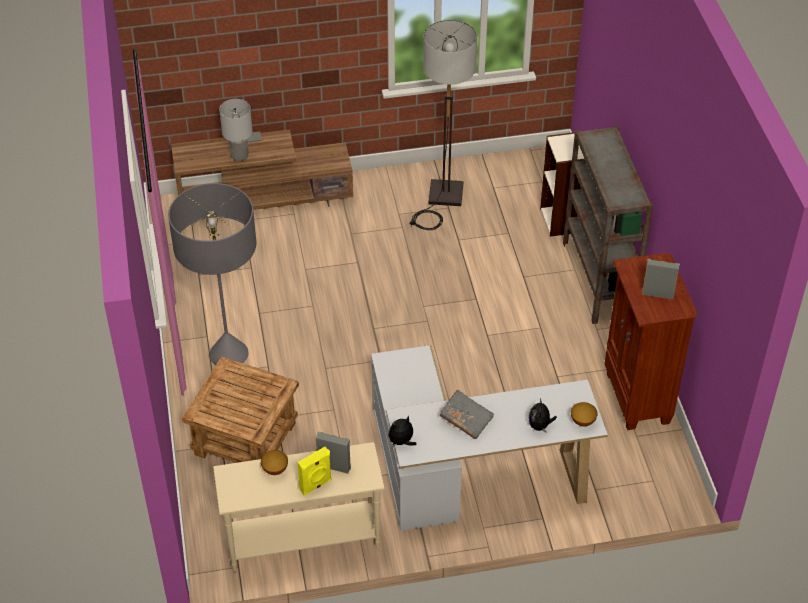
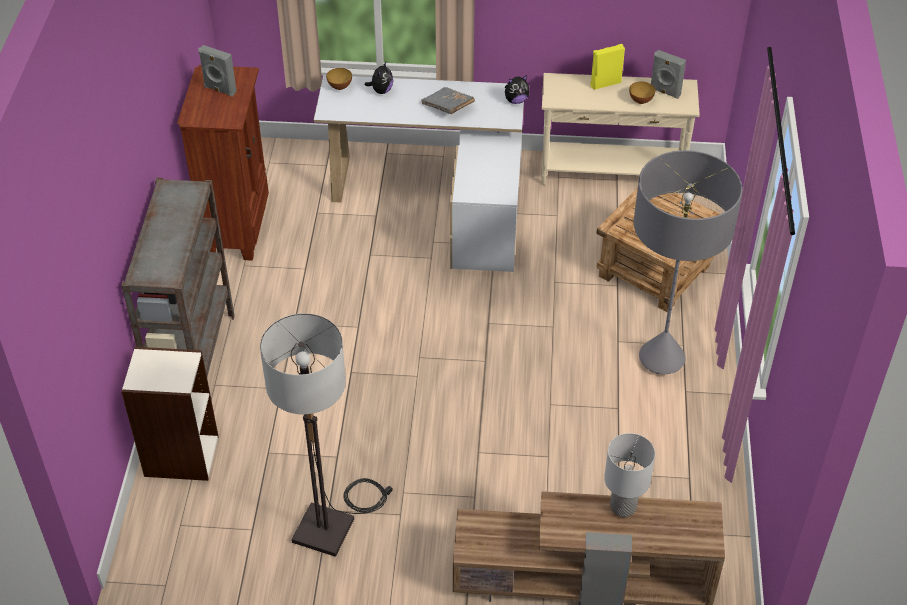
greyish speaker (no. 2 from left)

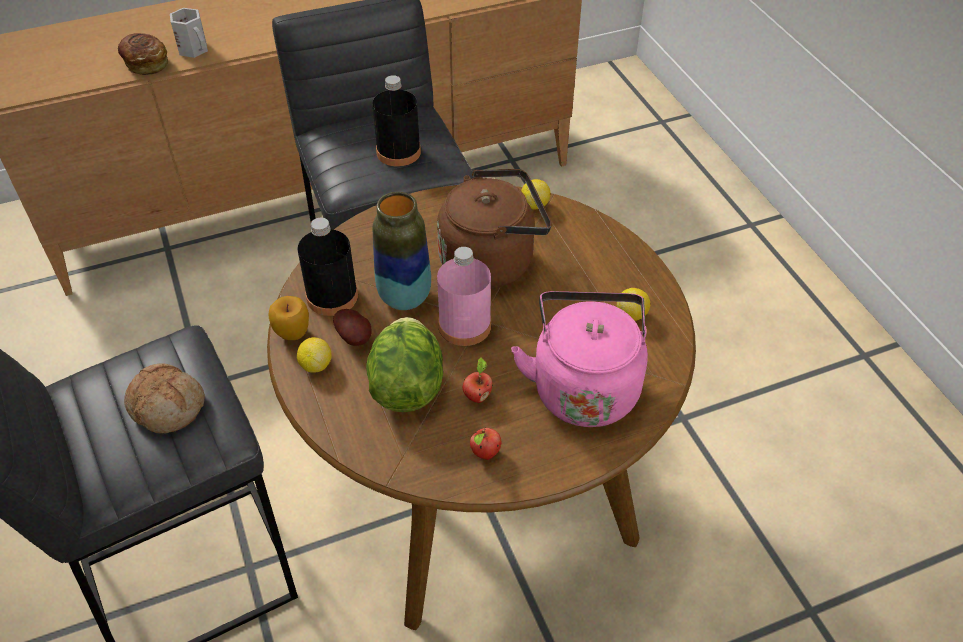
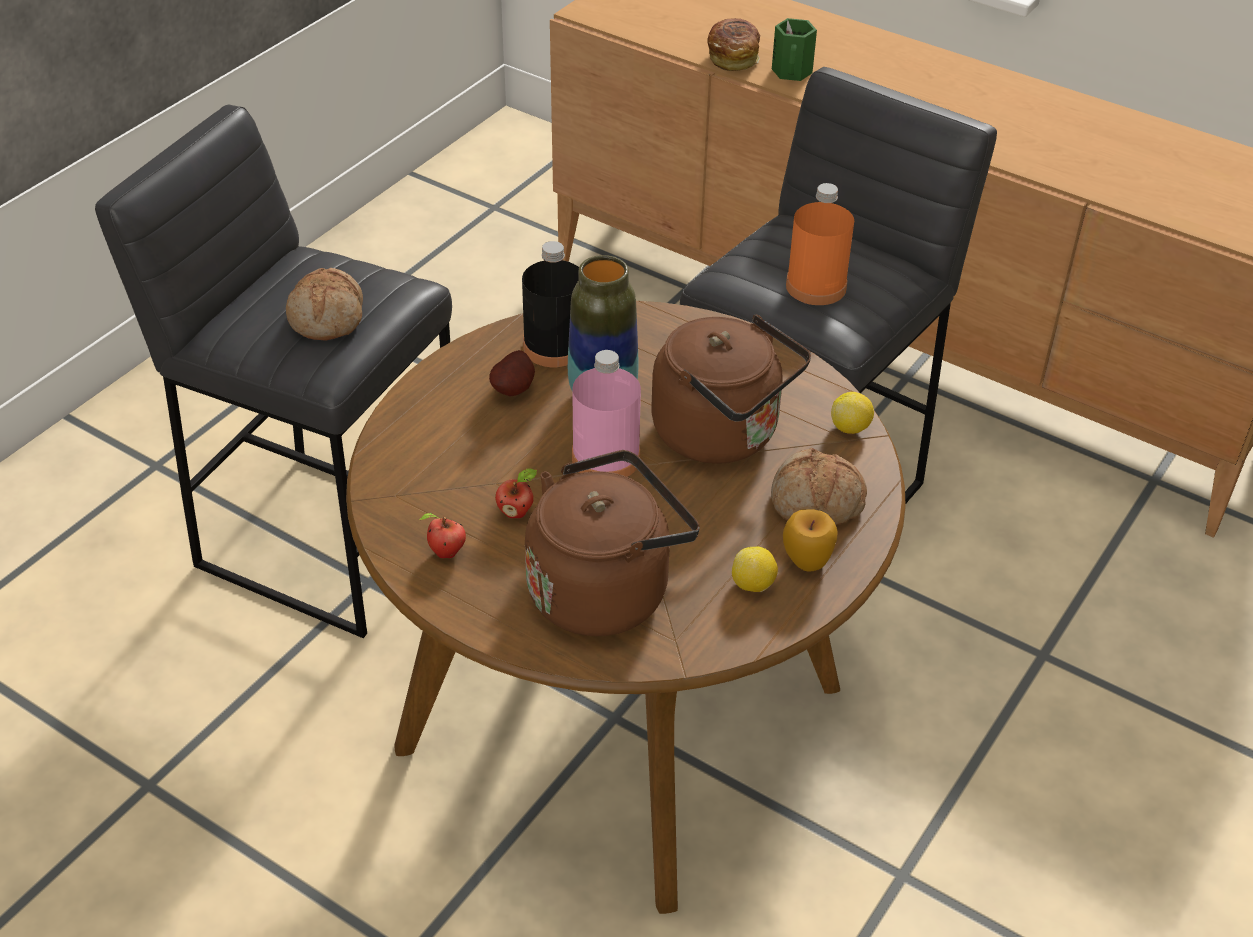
brown water kettle (no. 1 from left)
baked bread (no. 3 from left)
green-coloured coffee mug
whole apple (no. 3 from left)
orange-coloured beverage bottle
whole lemon (no. 1 from left in the first image)
lettuce

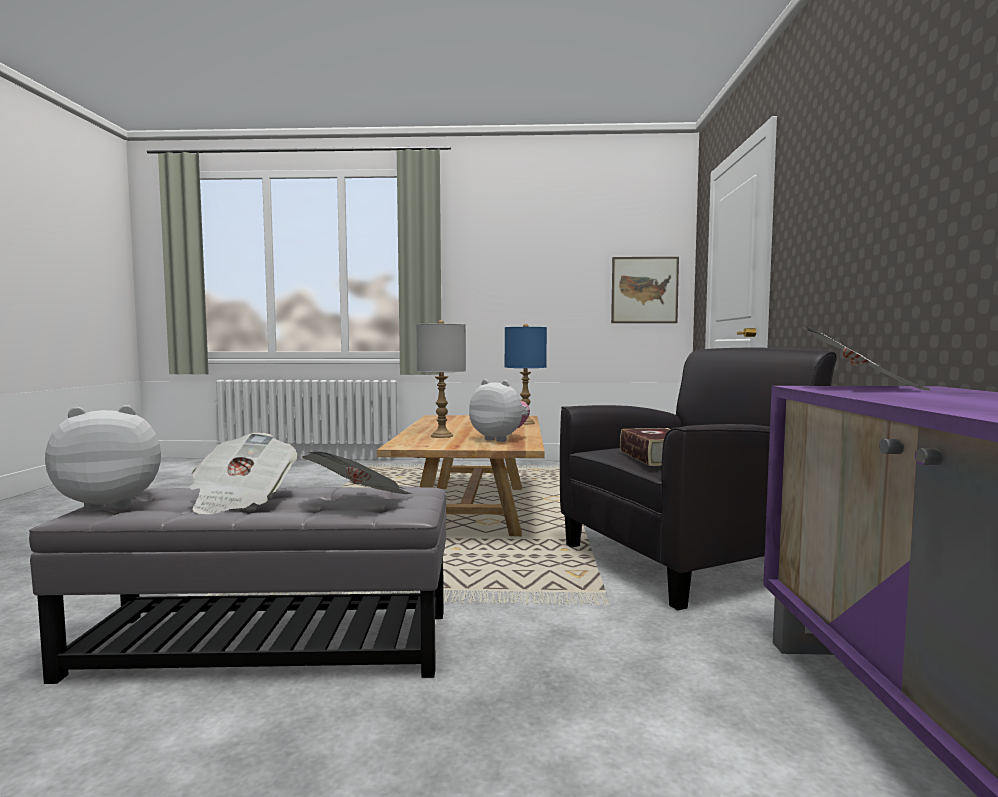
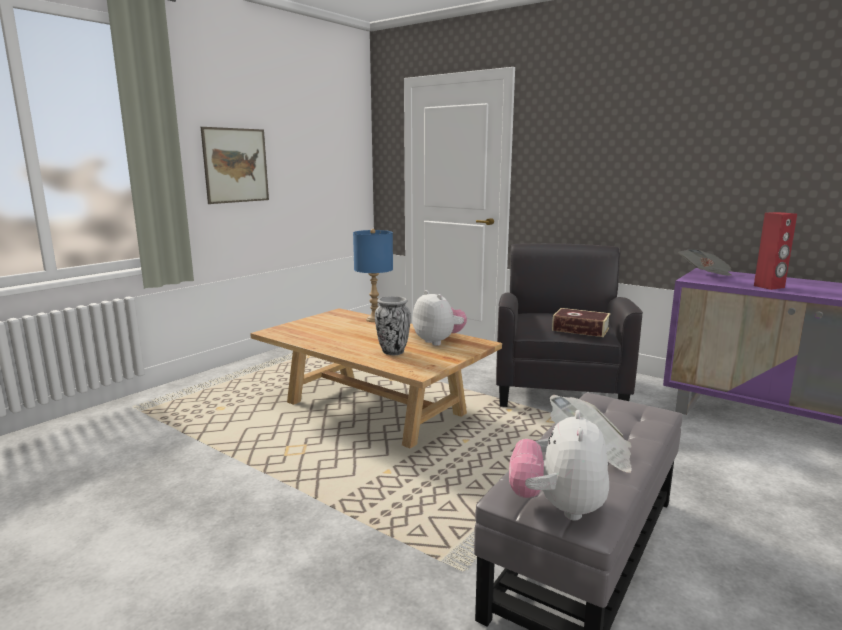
picture
decorative vase
cuddly toy (no. 1 from left)
reddish speaker
printed paper (no. 2 from left in the first image)

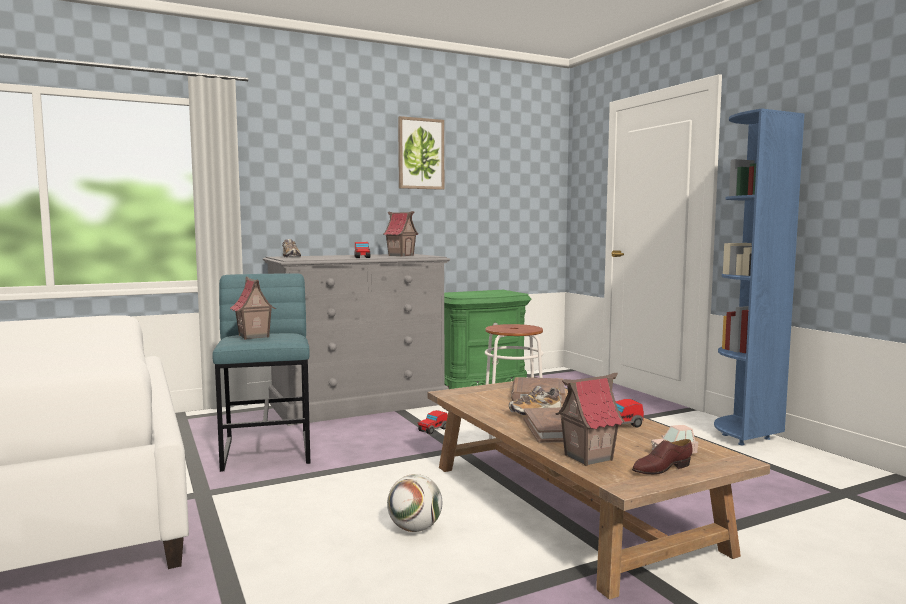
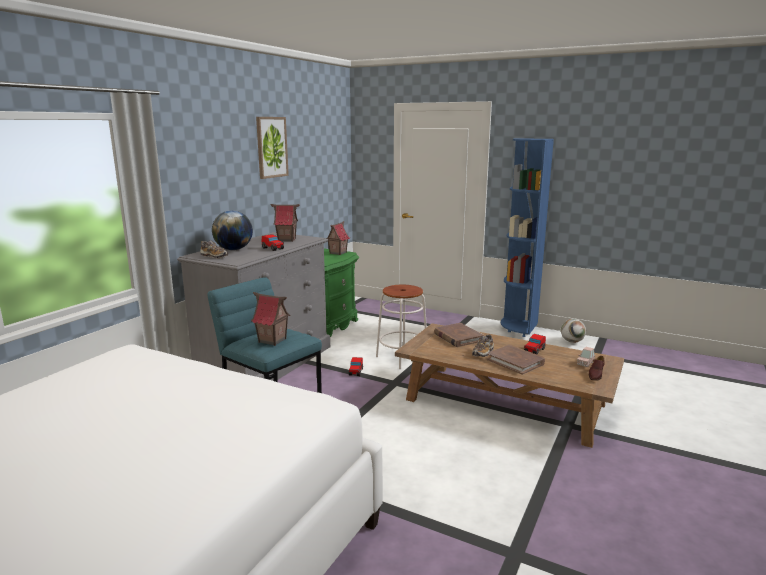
world globe
model house (no. 3 from left)
ball for football

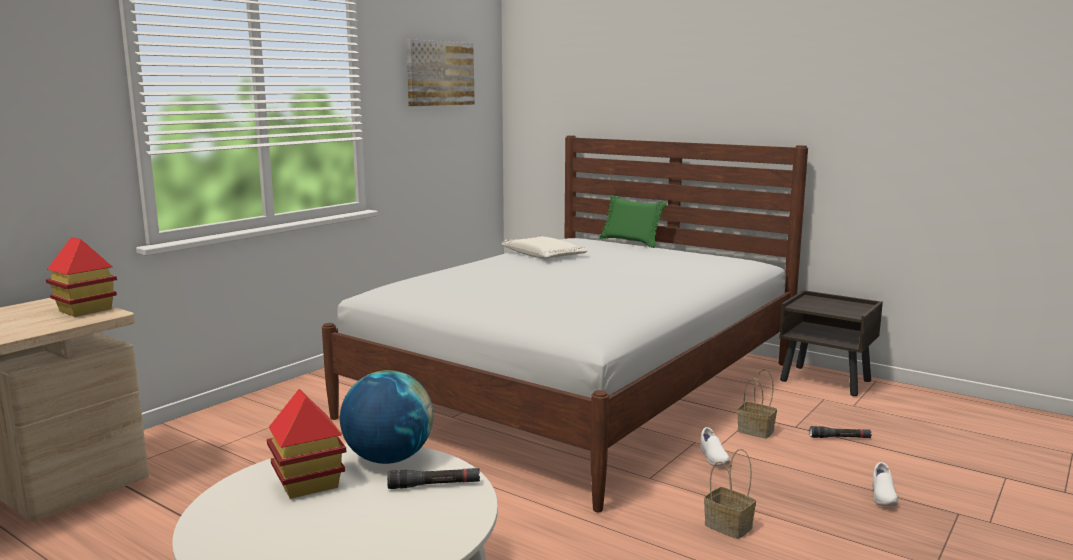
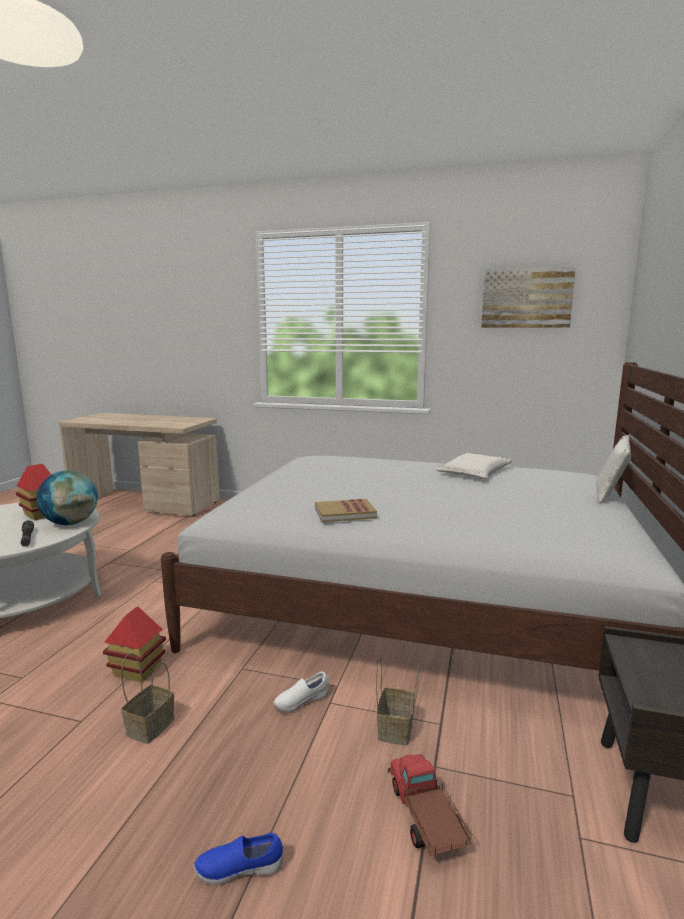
model house (no. 2 from left)
blue-coloured low shoe
bound book
model truck
white cushion (no. 2 from left)

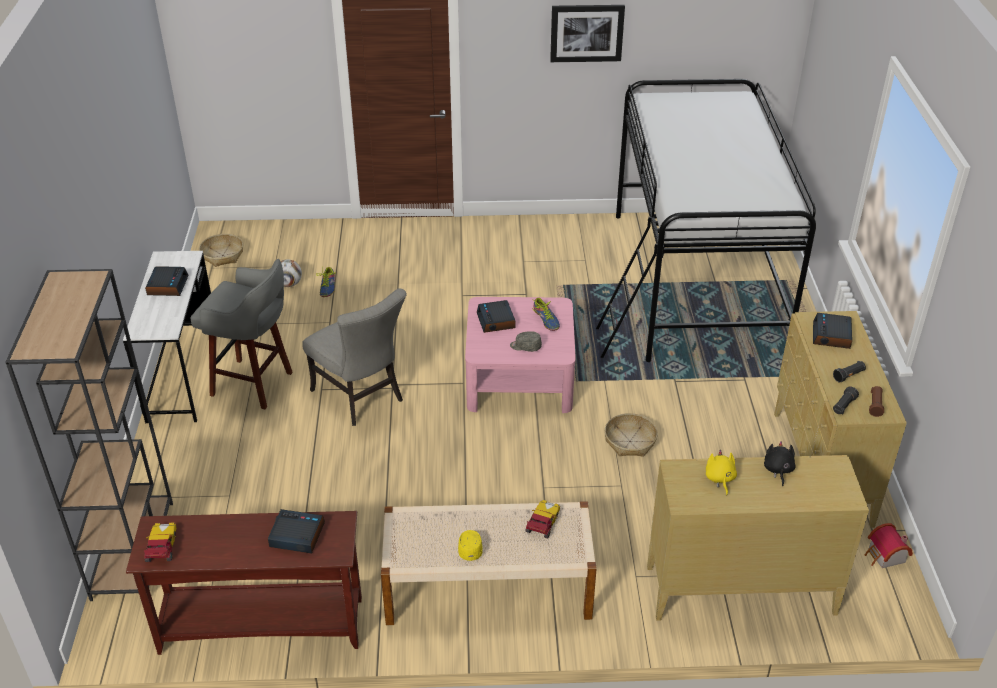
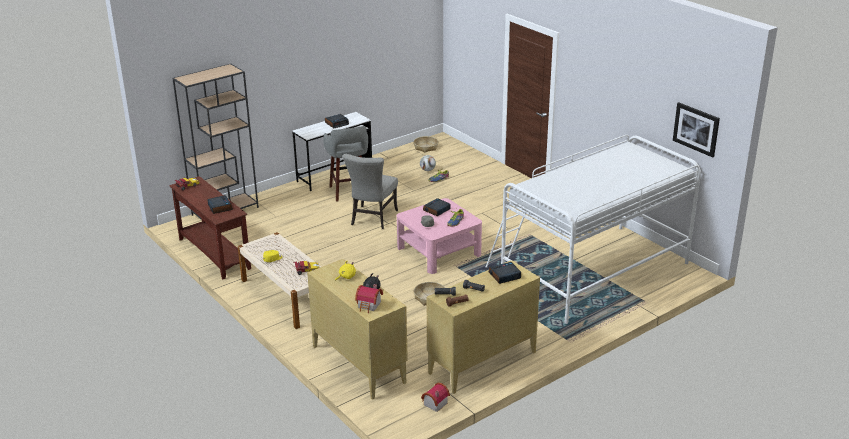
model house (no. 1 from left)
white bedroom bed
picture

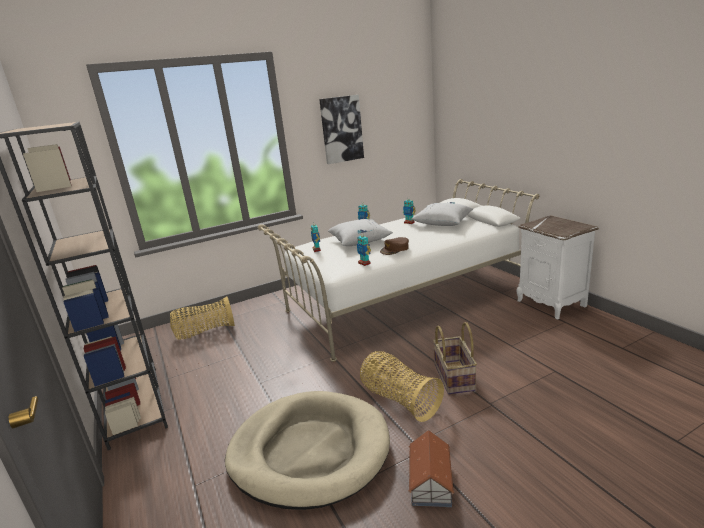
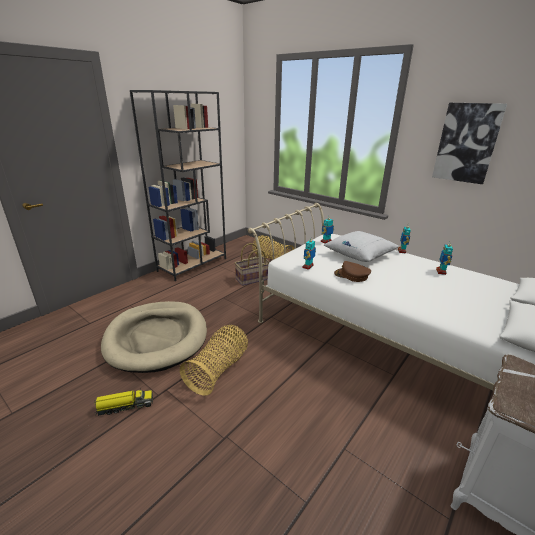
model truck
basket (no. 2 from left)
greyish cushion (no. 2 from left in the first image)

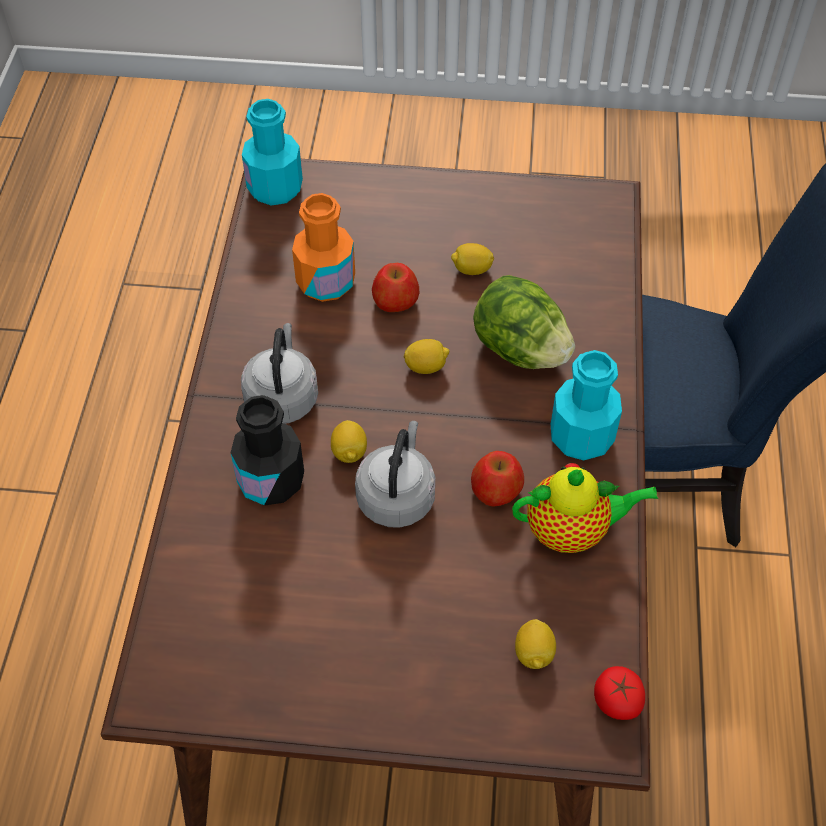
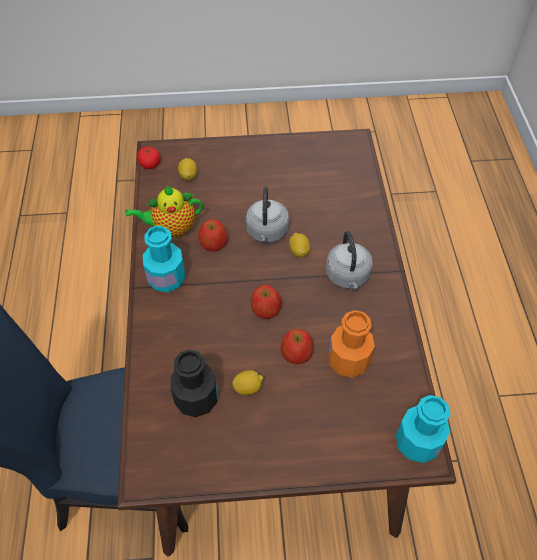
black beverage bottle
whole apple (no. 2 from left)
lettuce

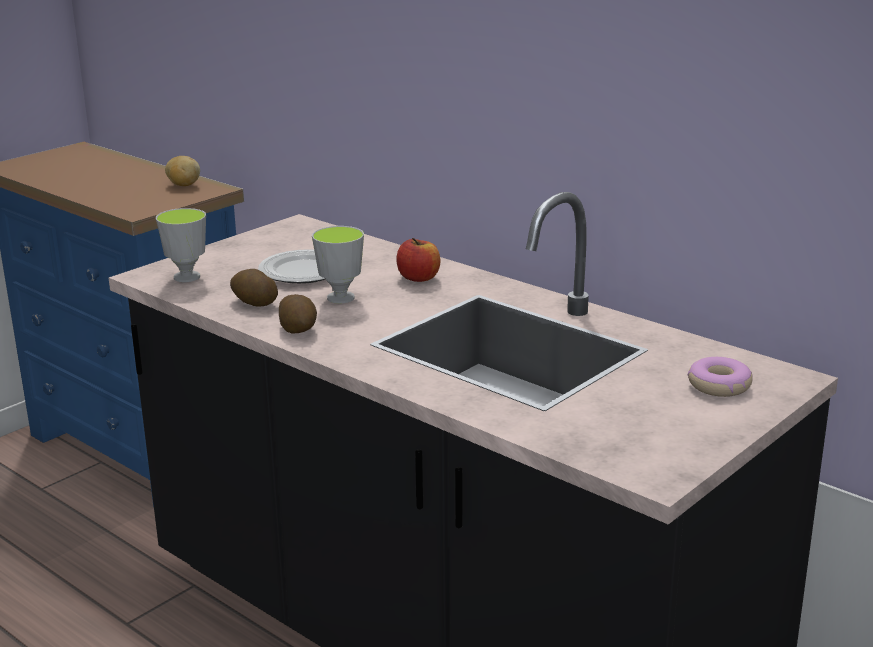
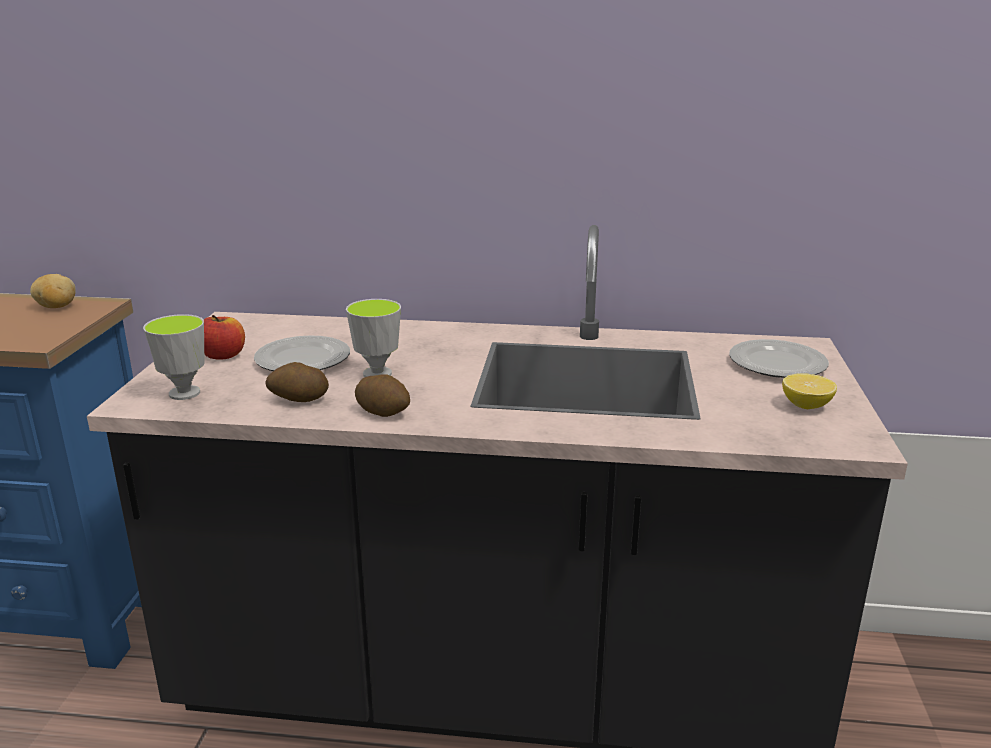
whole apple
dinner plate (no. 2 from left)
whole lemon

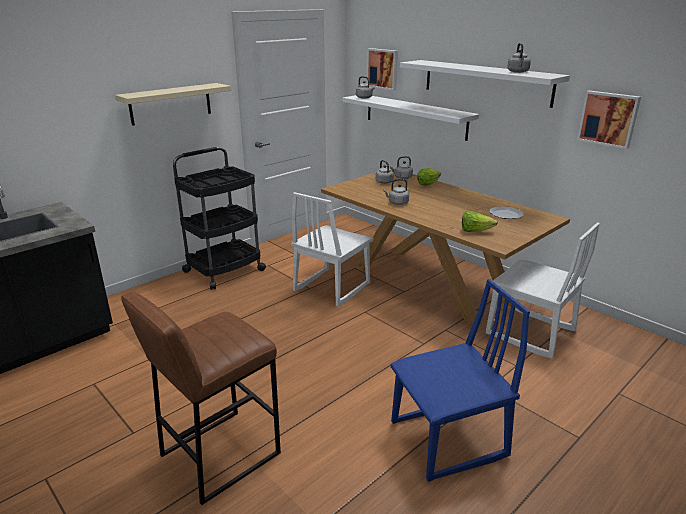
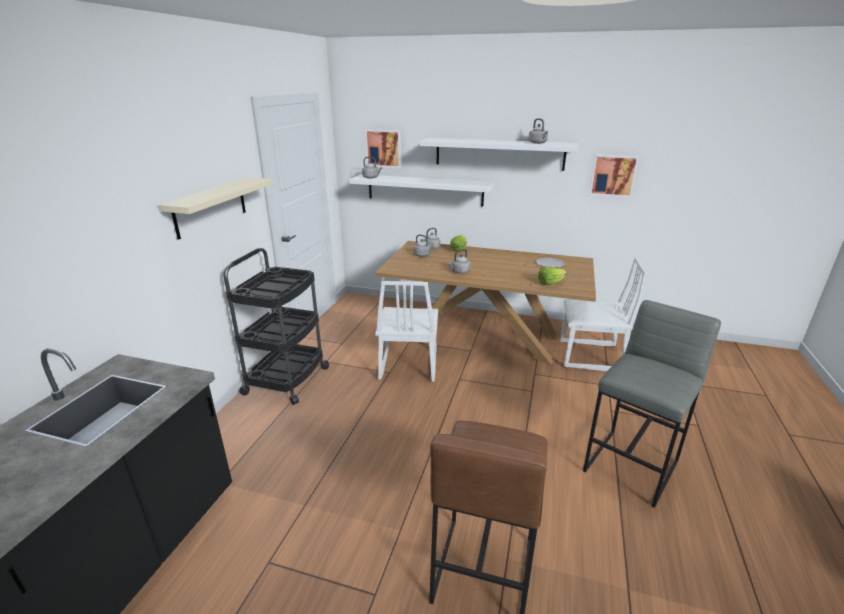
greyish sitting stool

